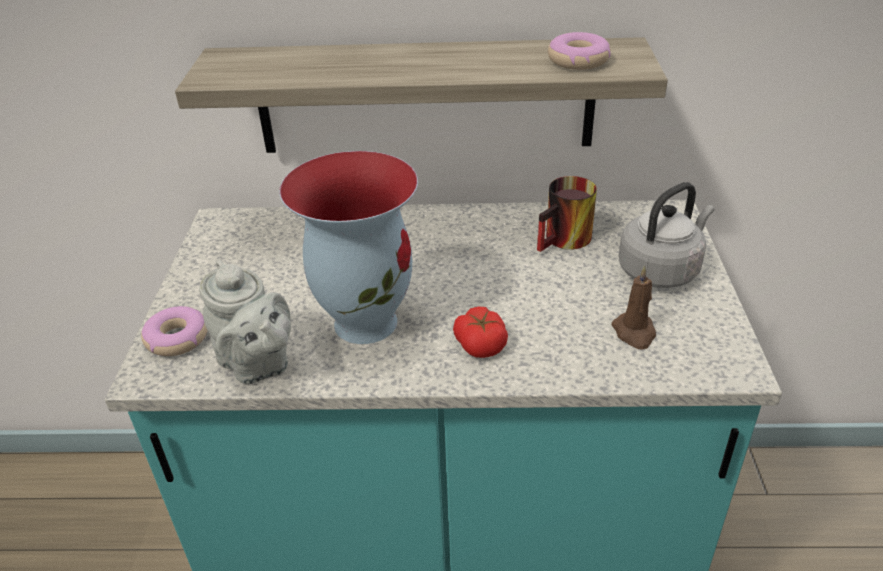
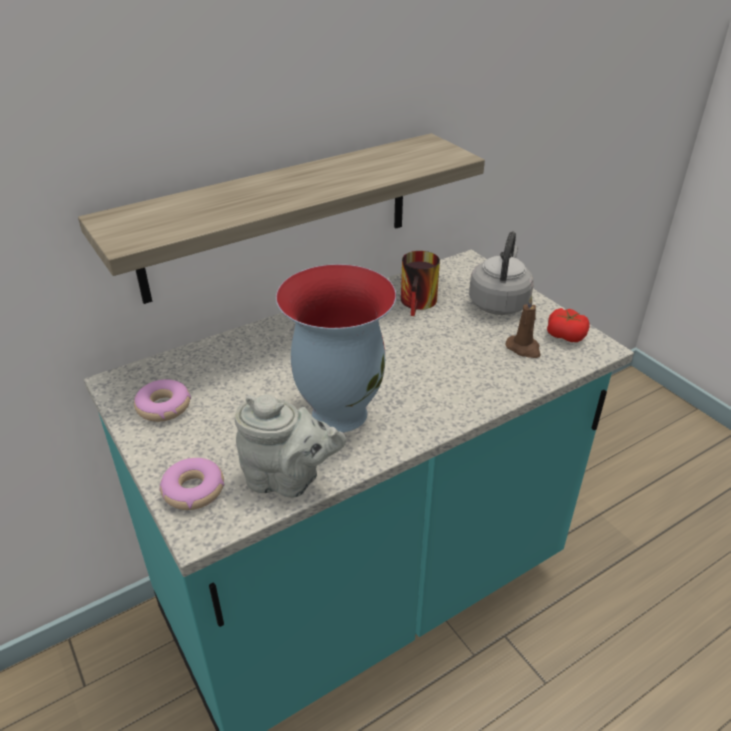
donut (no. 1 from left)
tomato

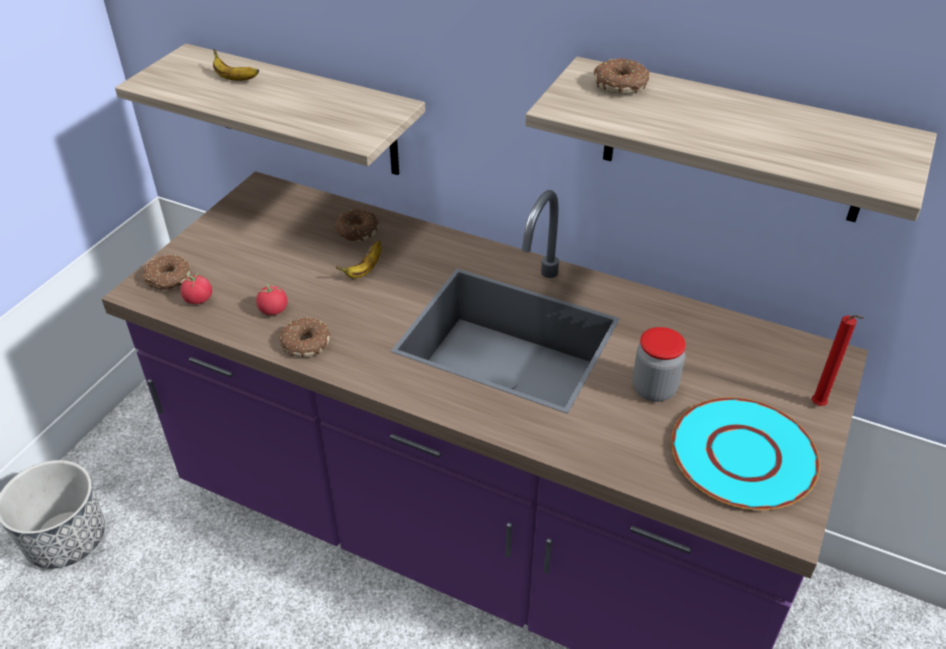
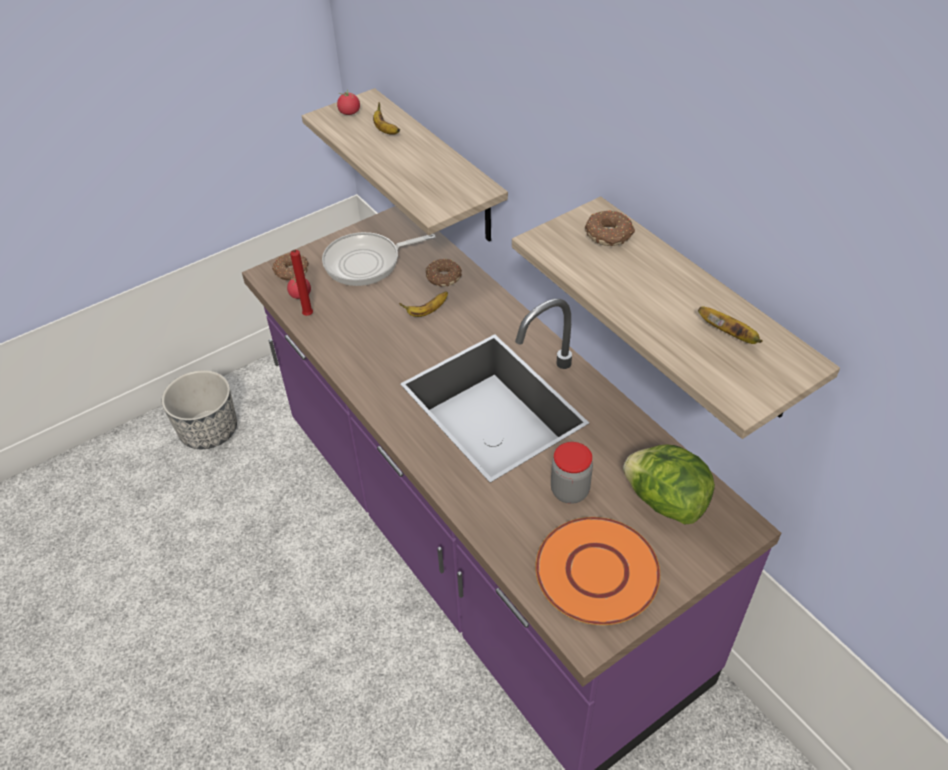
reddish wax candle
skillet
tomato (no. 2 from left)
orange-coloured dinner plate
lettuce
whole banana (no. 3 from left)
donut (no. 2 from left in the first image)

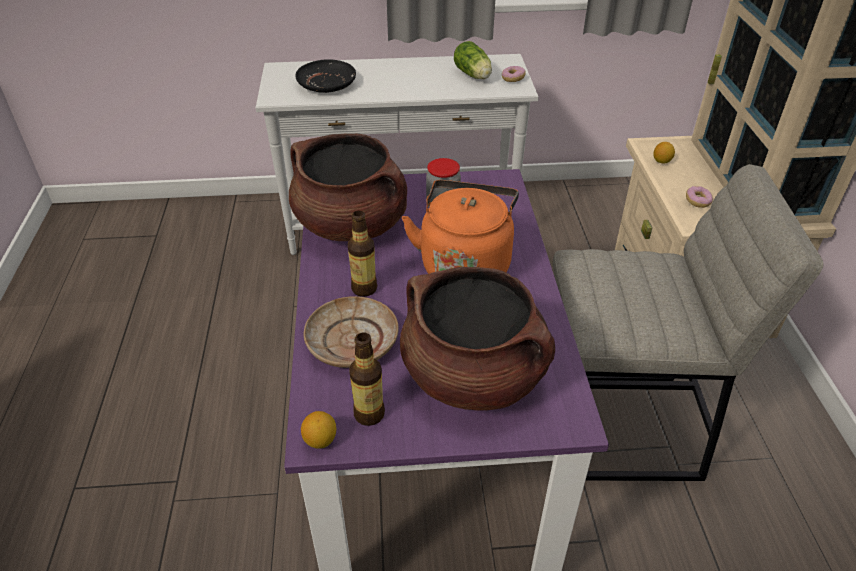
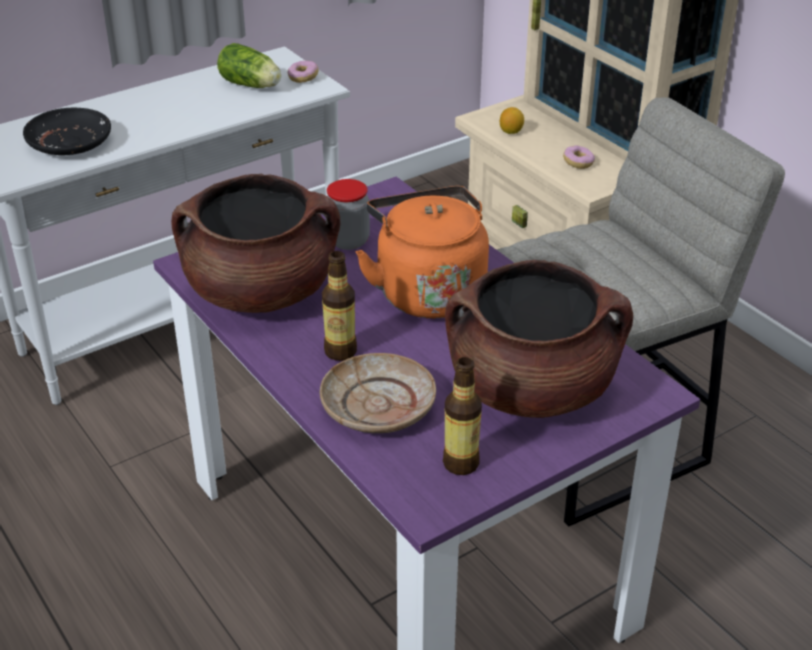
whole lemon (no. 1 from left in the first image)

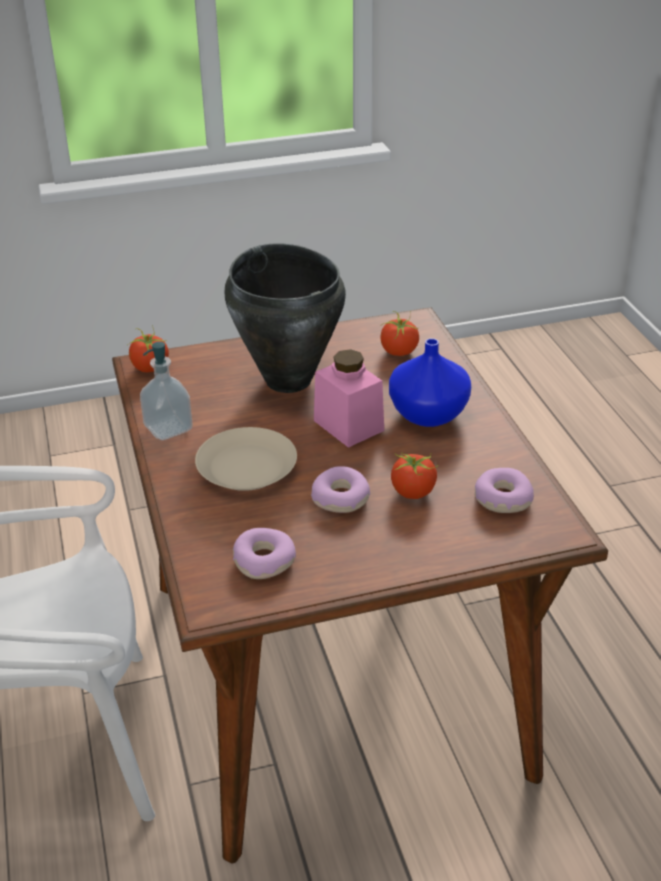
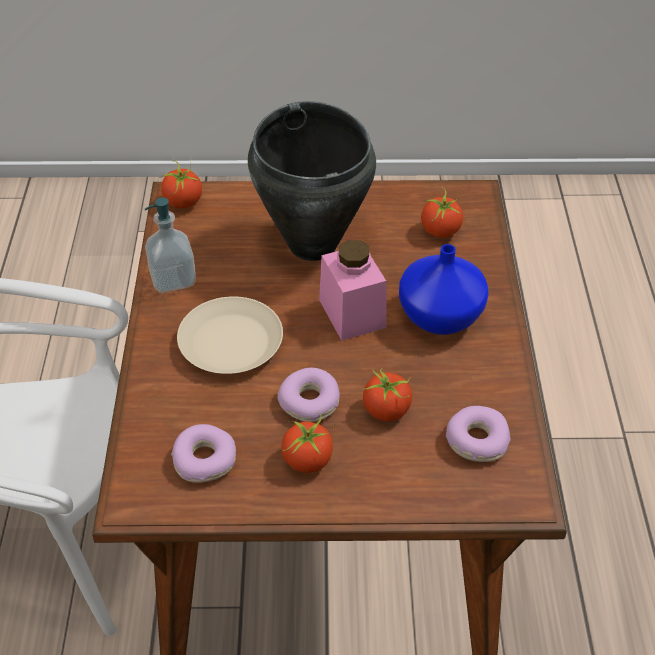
tomato (no. 2 from left)

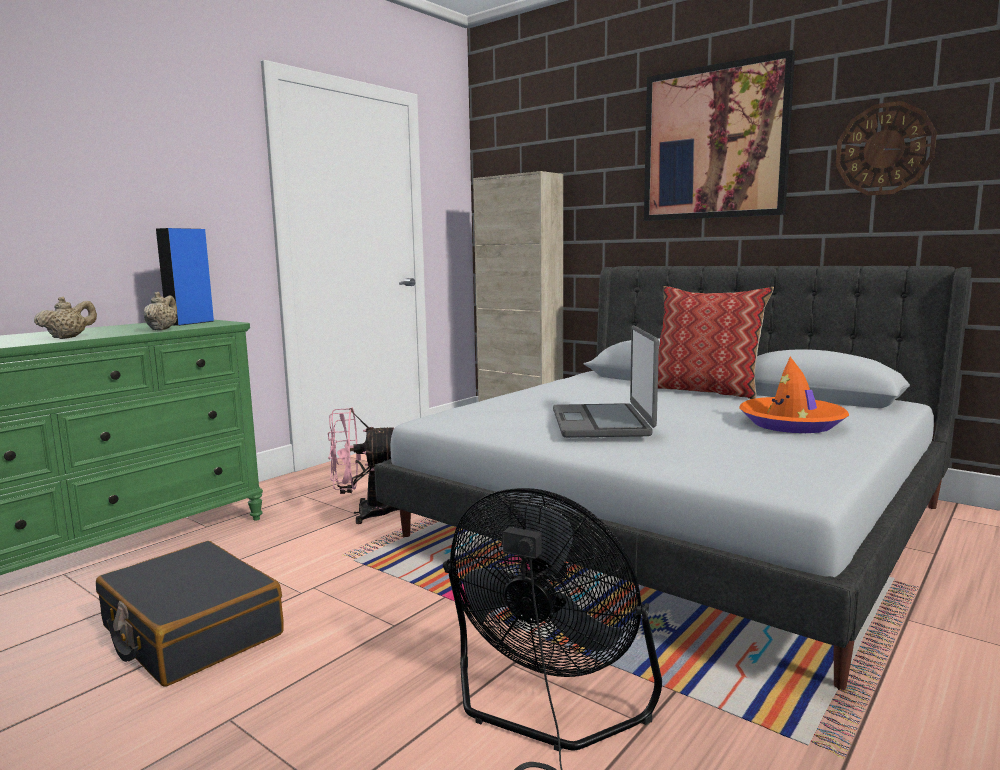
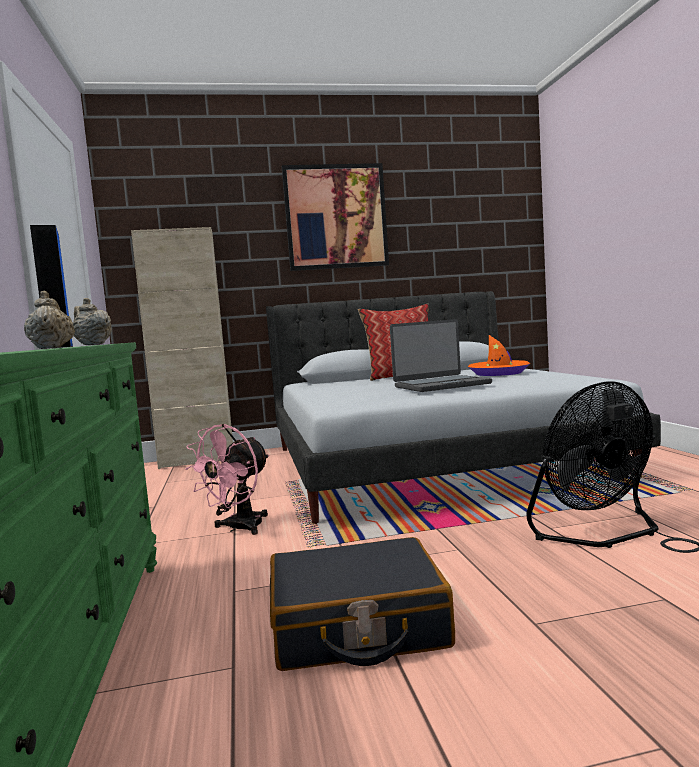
laptop
clock on the wall

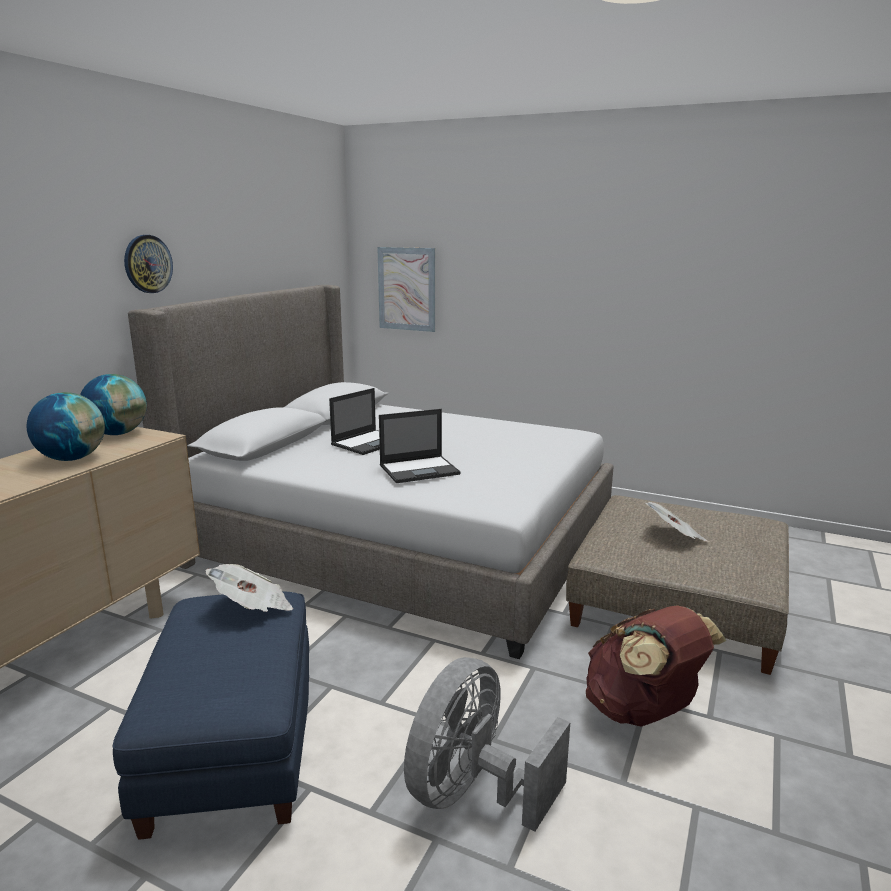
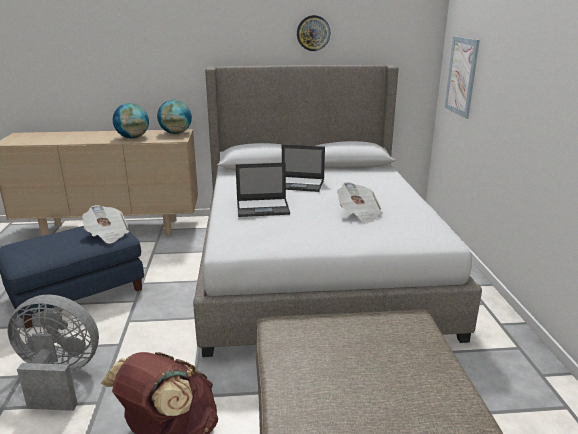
laptop (no. 1 from left)
clock on the wall
printed paper (no. 2 from left)

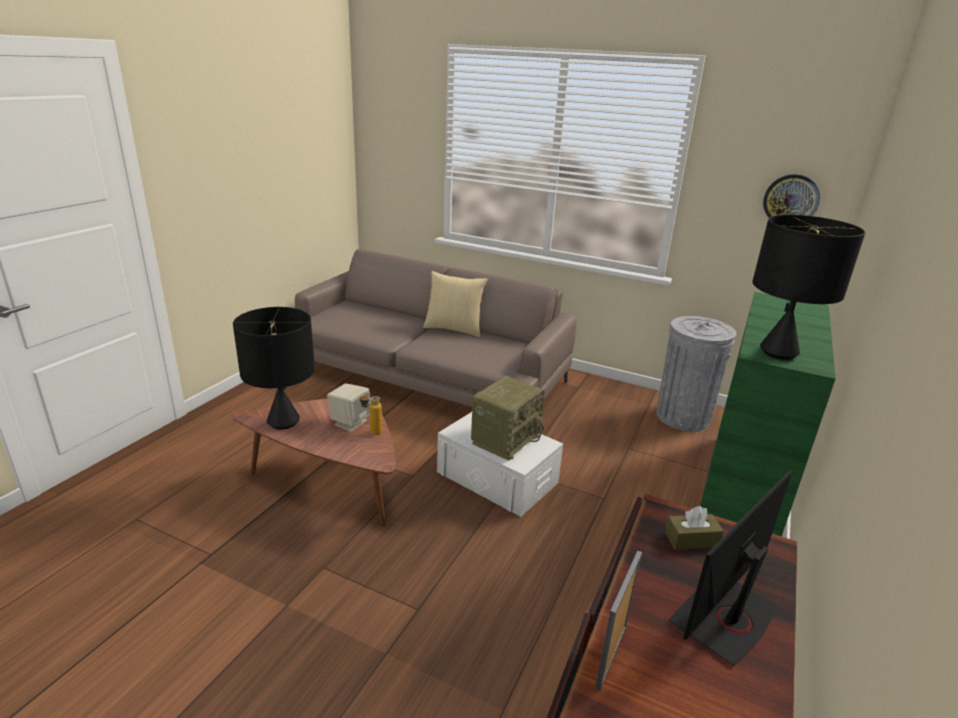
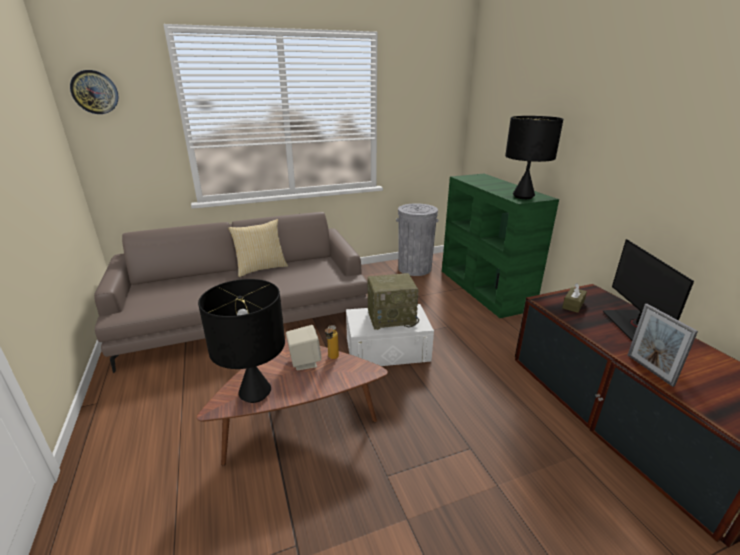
clock on the wall
radio

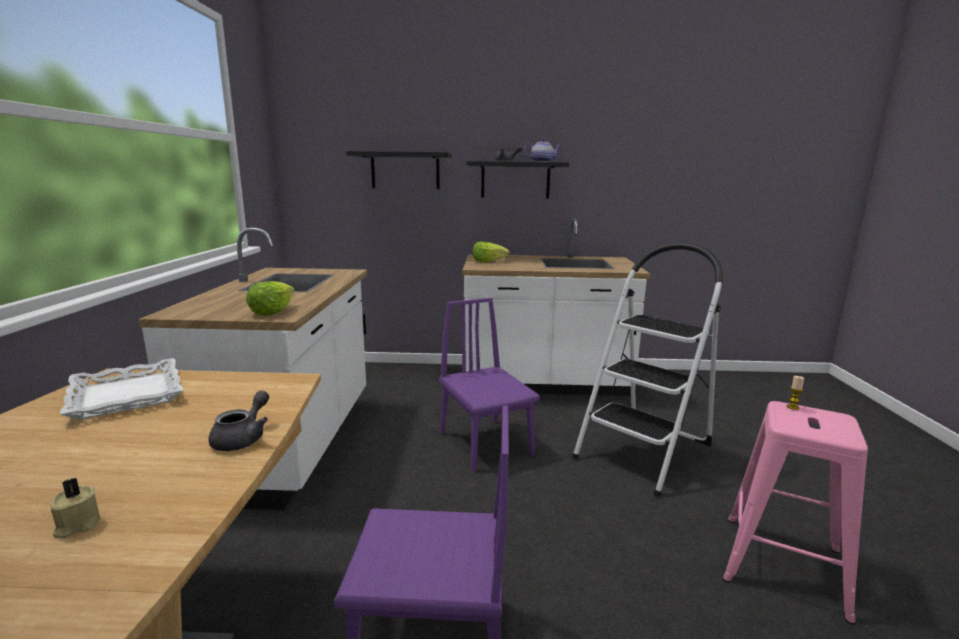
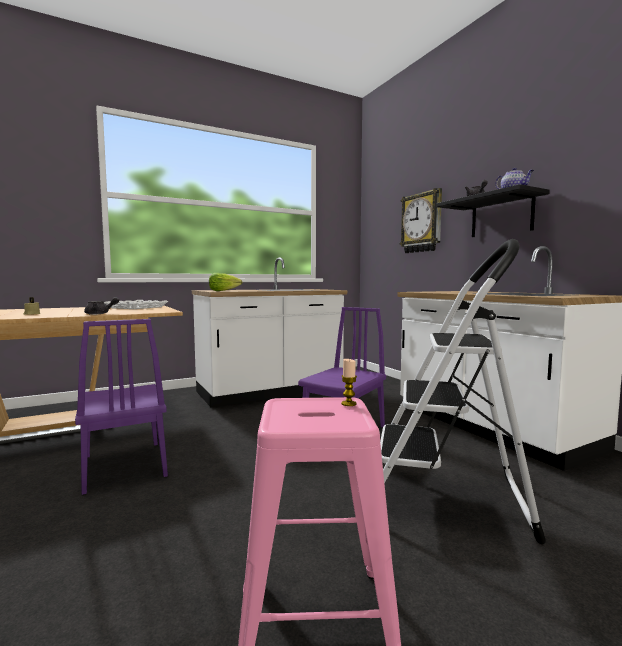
clock on the wall
lettuce (no. 2 from left in the first image)

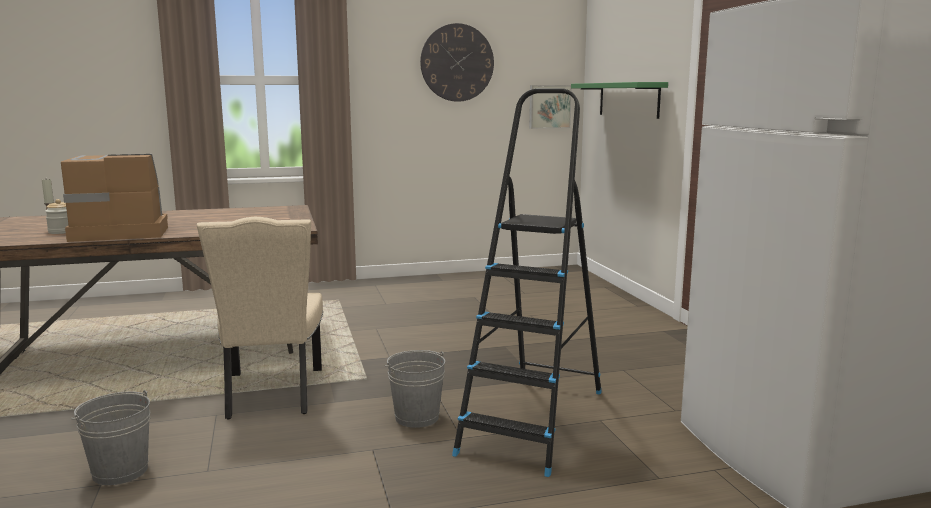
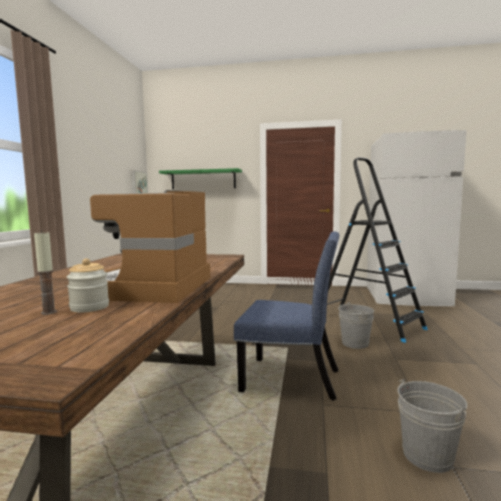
blue-coloured plain chair
clock on the wall

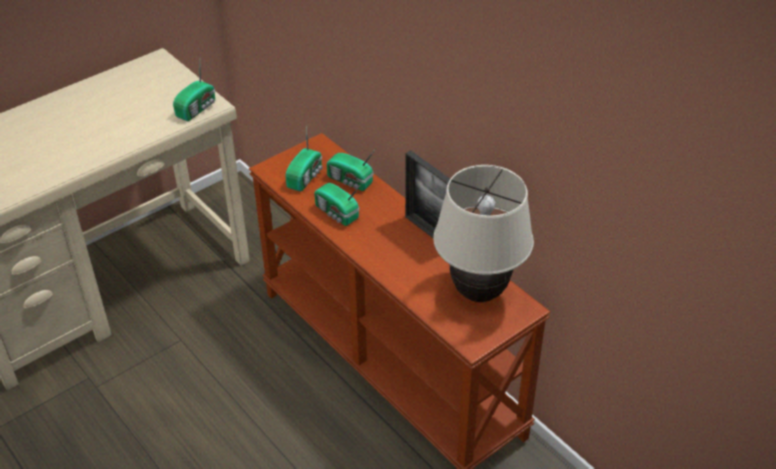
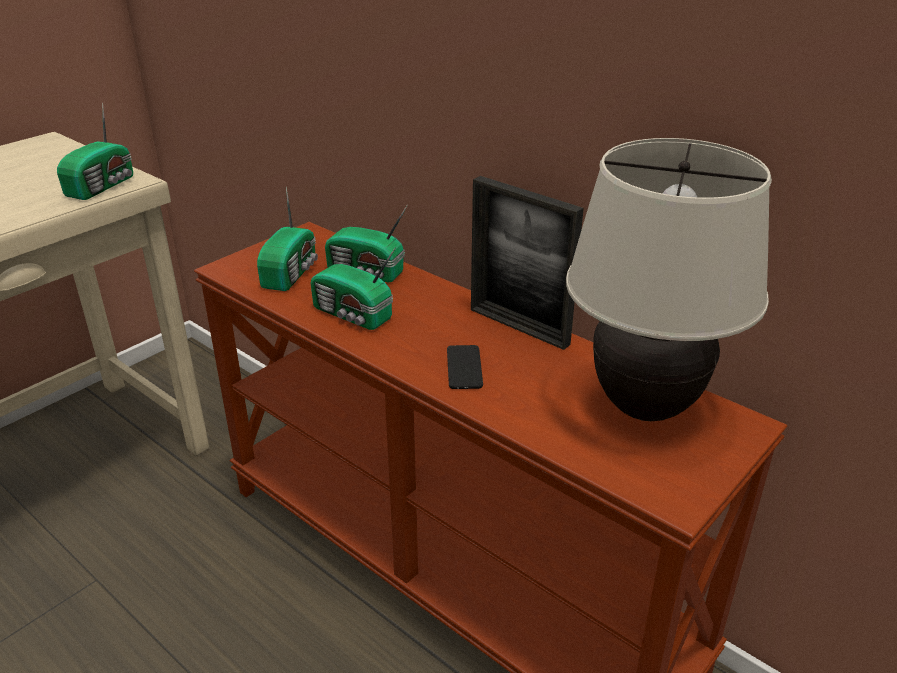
telephone

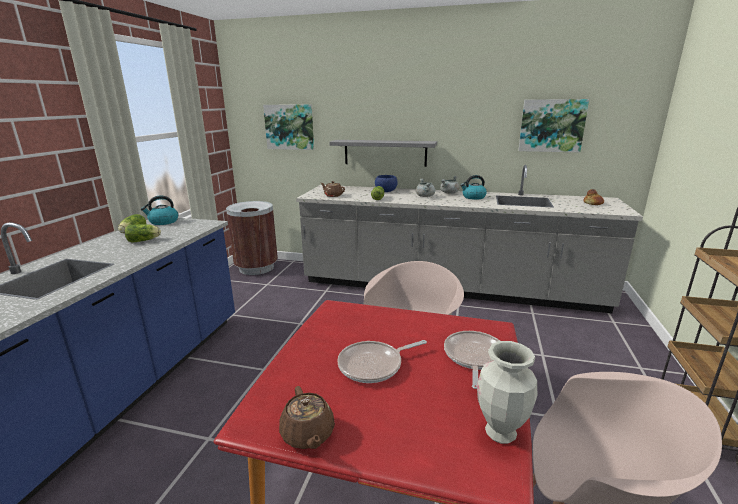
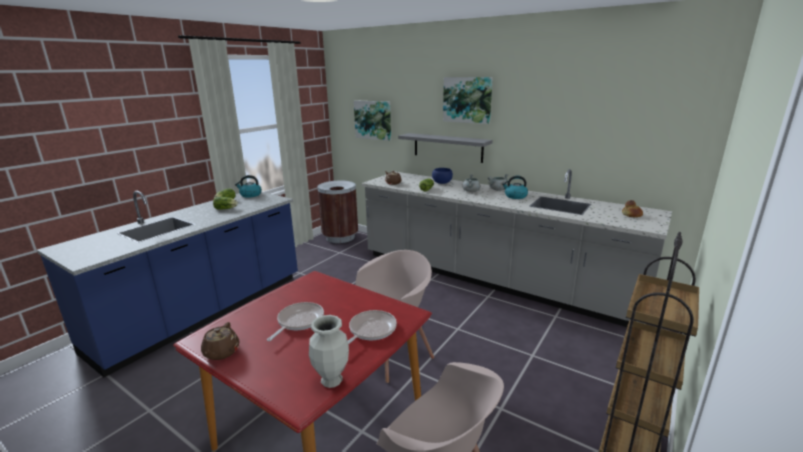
skillet (no. 1 from left)
picture (no. 2 from left)

